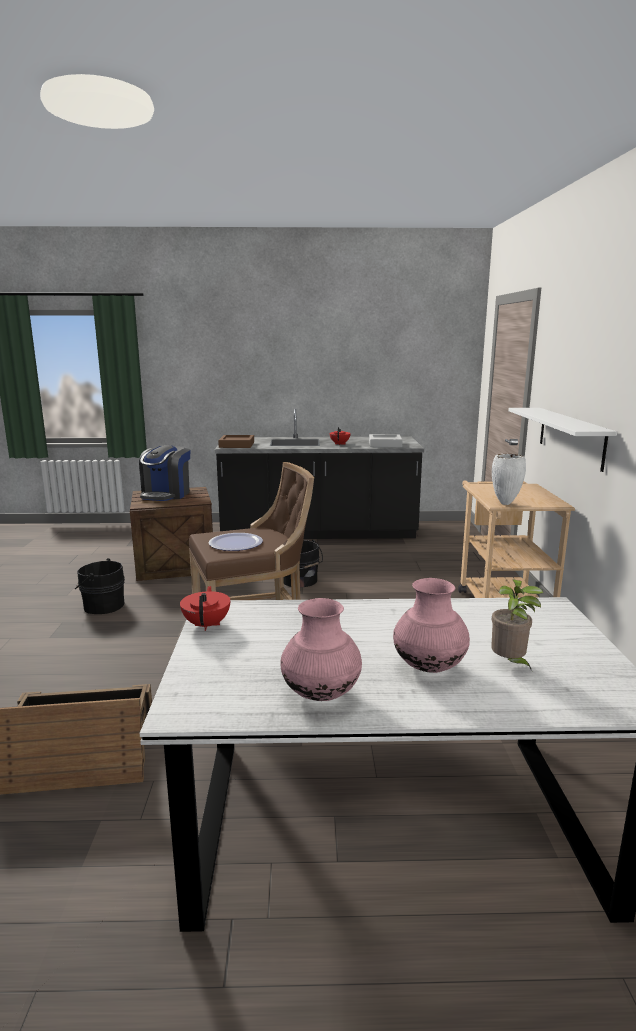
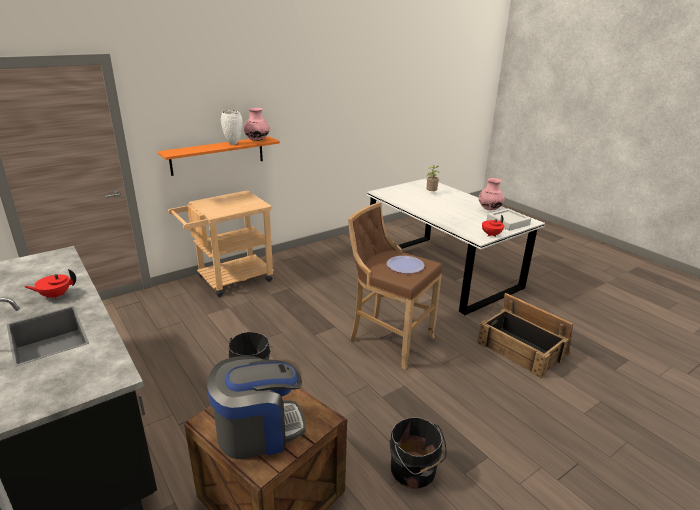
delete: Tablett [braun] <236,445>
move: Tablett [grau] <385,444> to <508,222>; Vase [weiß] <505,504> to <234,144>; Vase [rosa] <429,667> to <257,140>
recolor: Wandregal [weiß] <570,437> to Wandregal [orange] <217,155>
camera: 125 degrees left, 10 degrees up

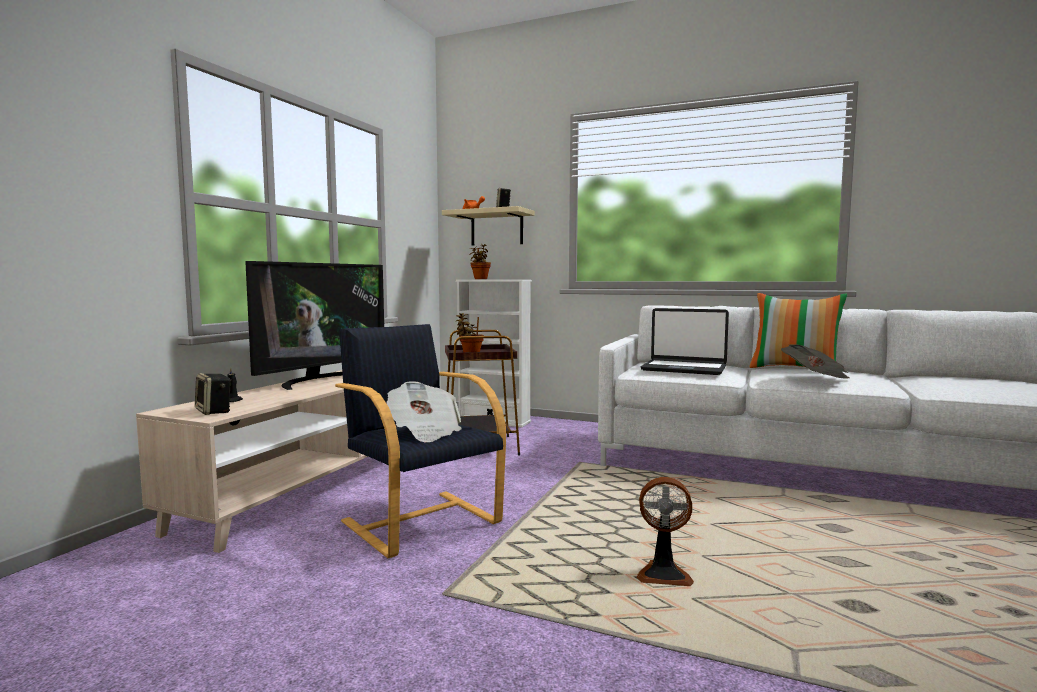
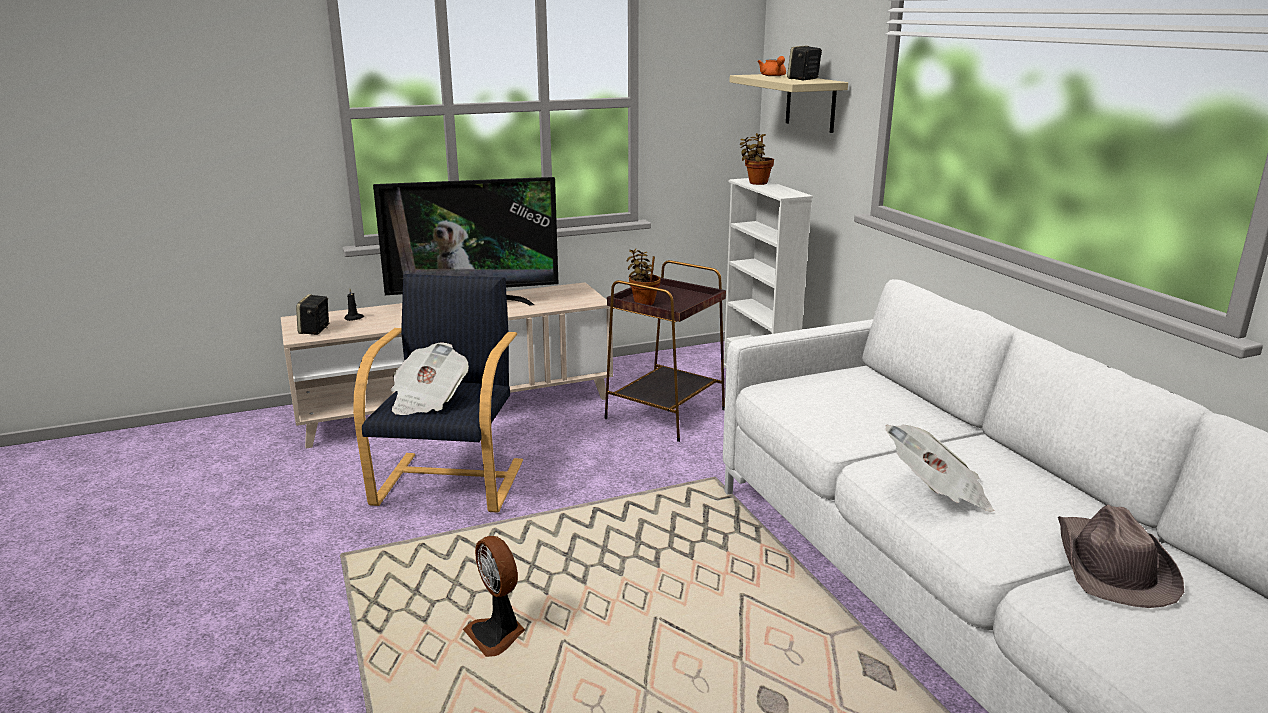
delete: Kissen <795,369>; Laptop <684,368>
insert: Hut [braun] <1111,565>
camera: 45 degrees right, 15 degrees up

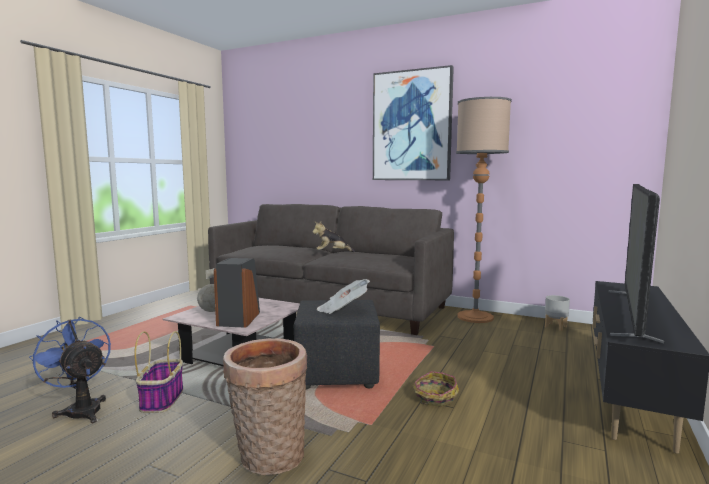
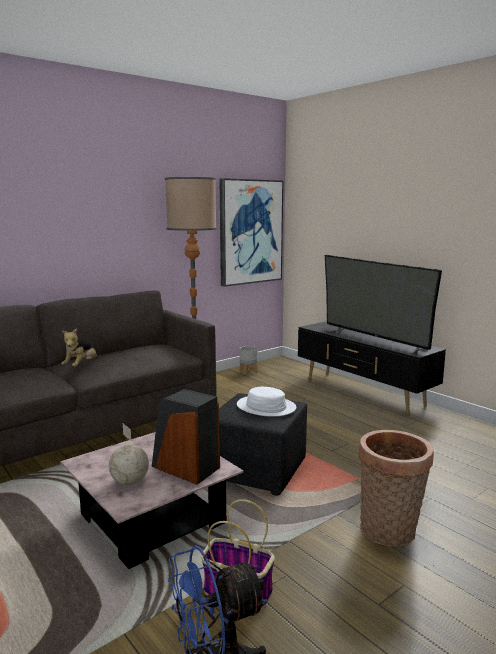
delete: Korb <435,397>
move: Bild <412,126> to <250,232>
replace: Zeitung <343,310> to Hut [weiß] <266,407>
camera: 65 degrees left, 5 degrees up

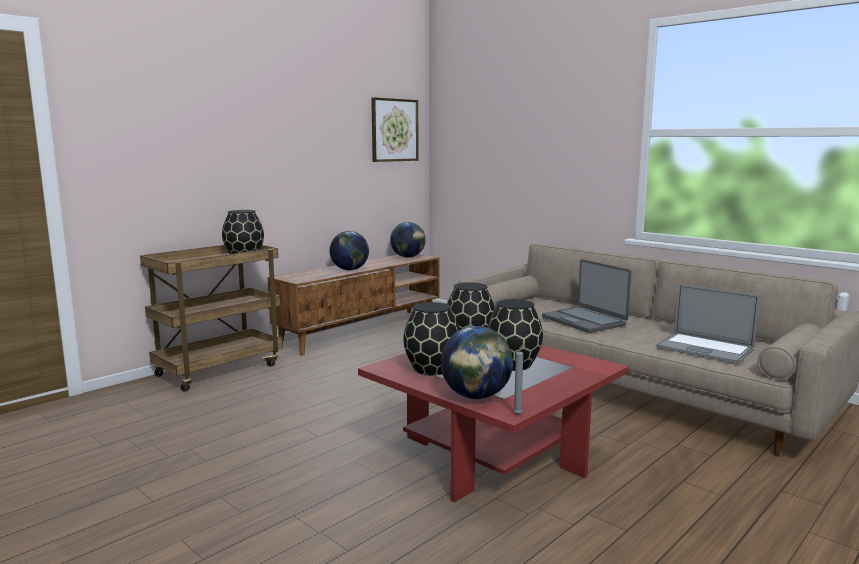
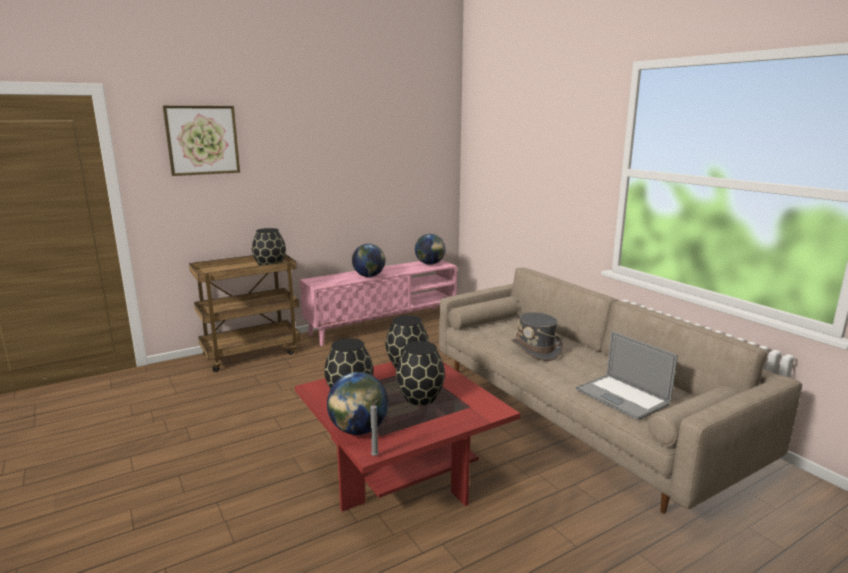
move: Bild <394,130> to <202,140>
replace: Laptop <584,321> to Hut [grau] <536,349>
recolor: Fernsehschrank [braun] <361,331> to Fernsehschrank [rosa] <383,325>
camera: 15 degrees right, 5 degrees up

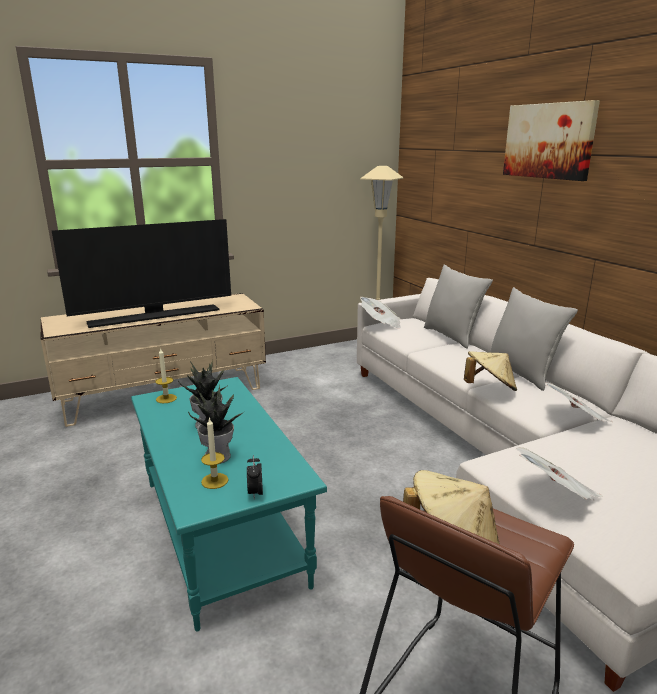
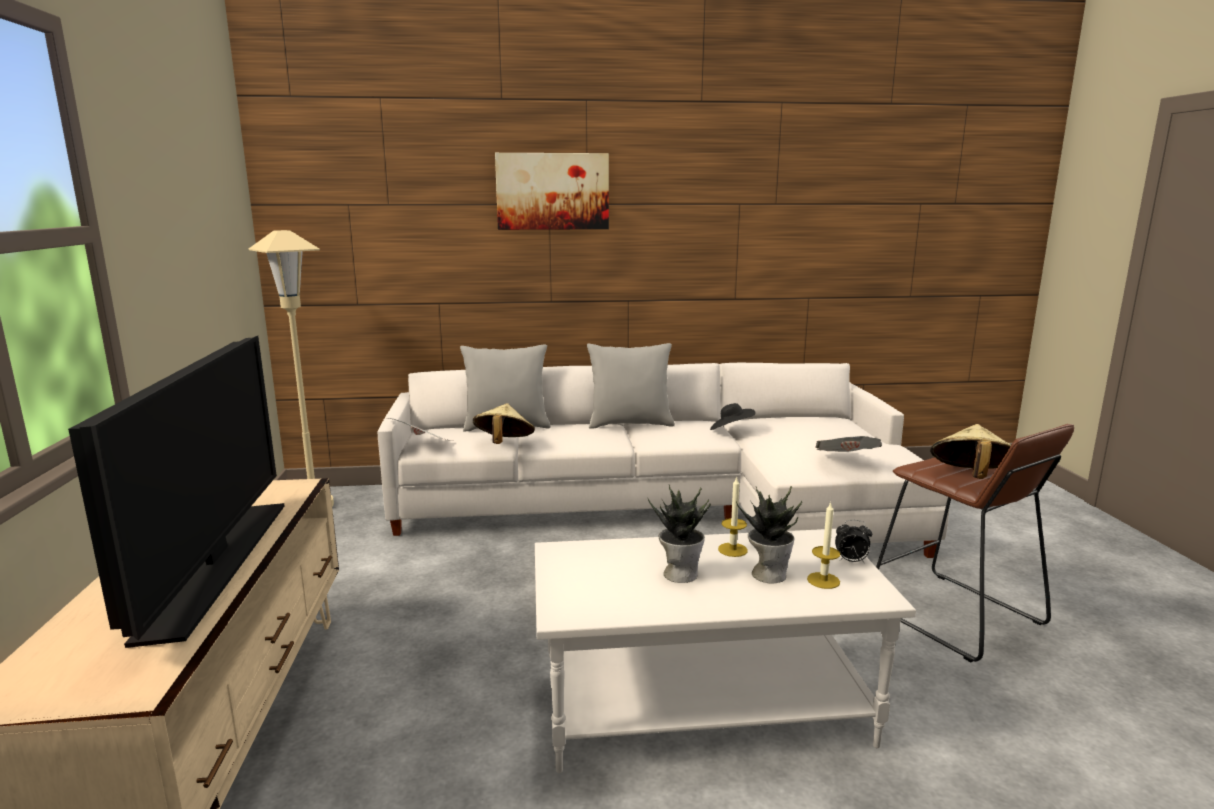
move: Kerze <166,398> to <732,550>; Hut [beige] <489,388> to <503,444>
replace: Zeitung <575,419> to Hut [schwarz] <731,430>
recolor: Couchtisch [türkis] <224,530> to Couchtisch [weiß] <704,706>
camera: 70 degrees left, 5 degrees down

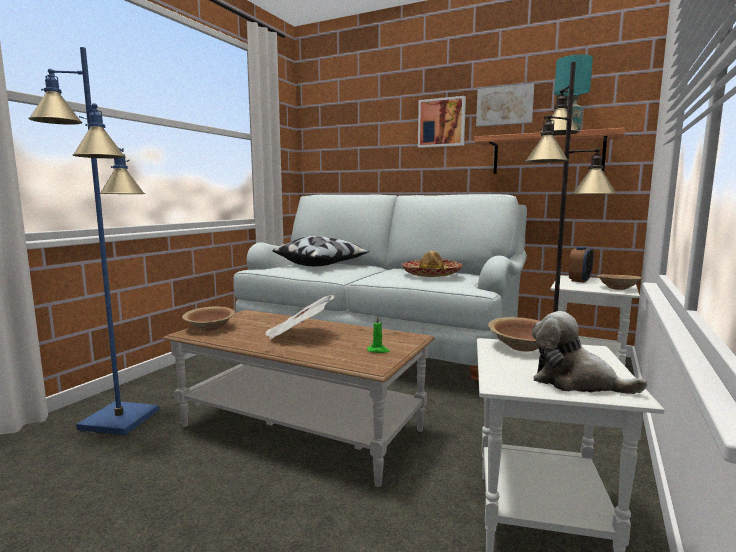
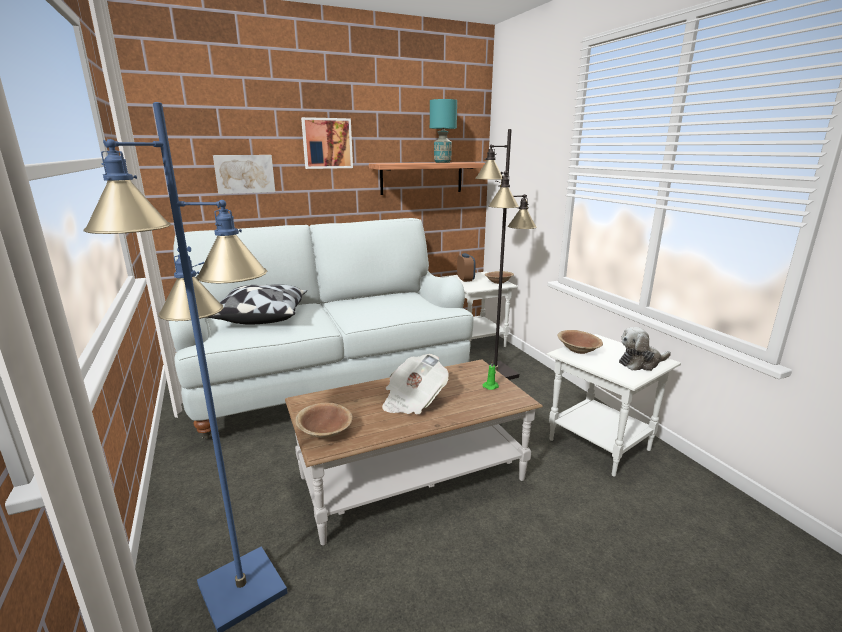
delete: Hut <431,274>
move: Bild <504,106> to <244,174>
camera: 50 degrees left, 10 degrees up

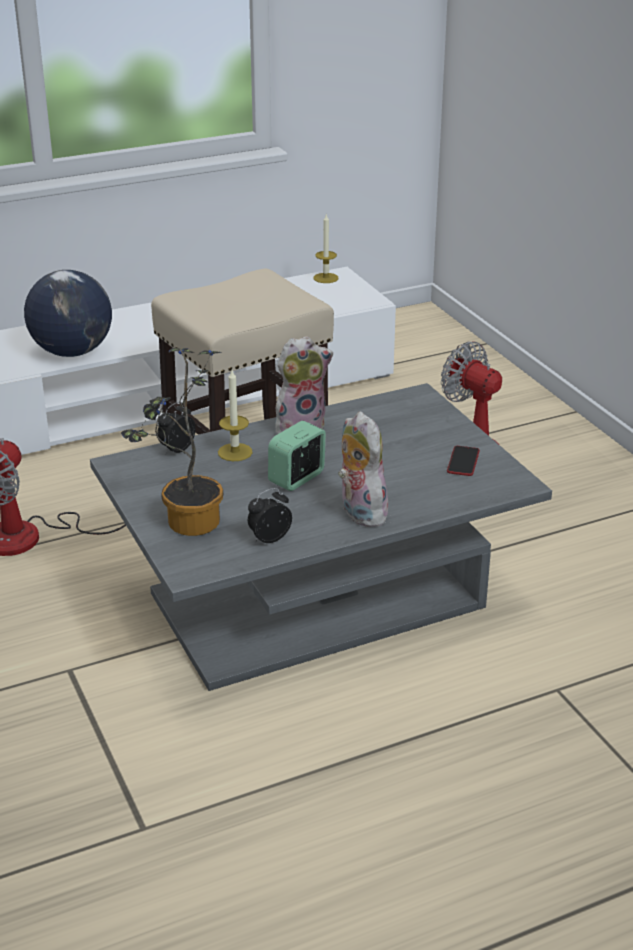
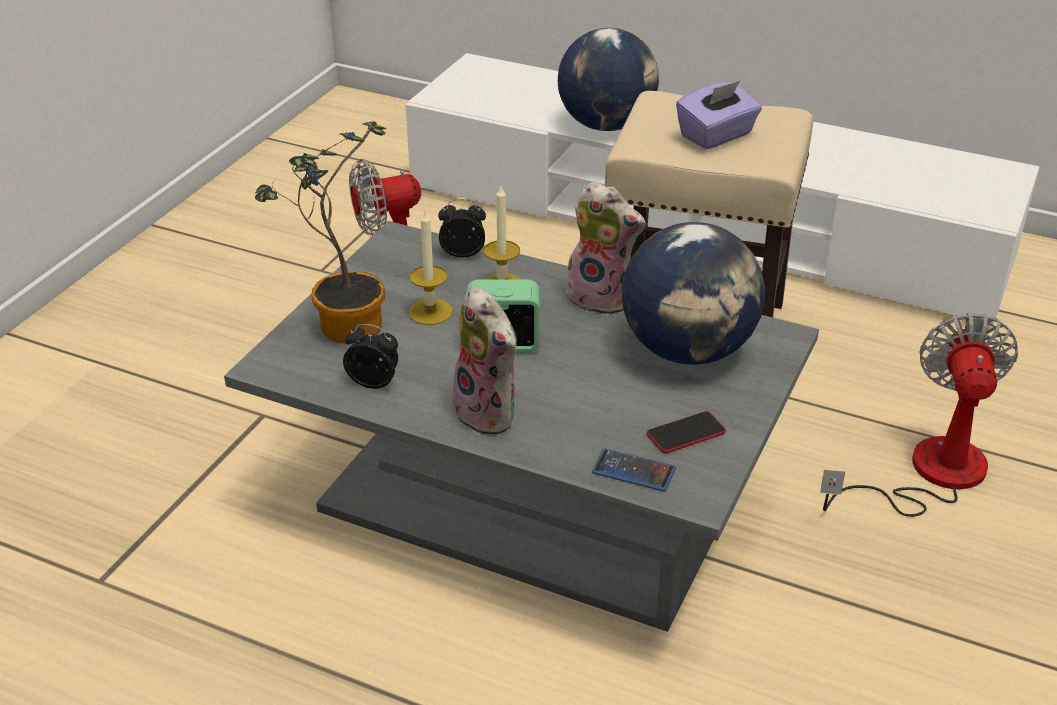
insert: Taschentuchbox [lila] <716,136>; Globus <688,350>; Handy <633,471>
move: Kerze <325,278> to <430,312>
rotate: Plüschtier <359,512> = <490,413> 120 degrees clockwise
camera: 50 degrees right, 5 degrees up

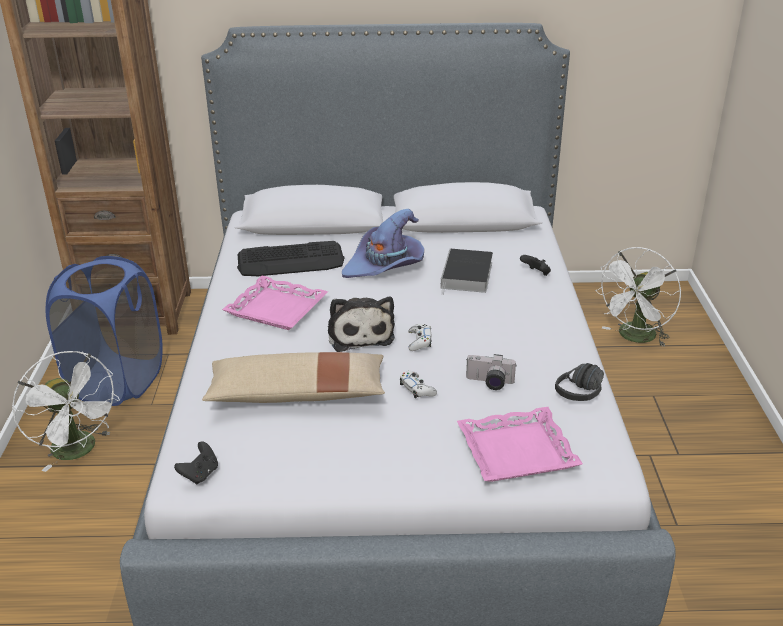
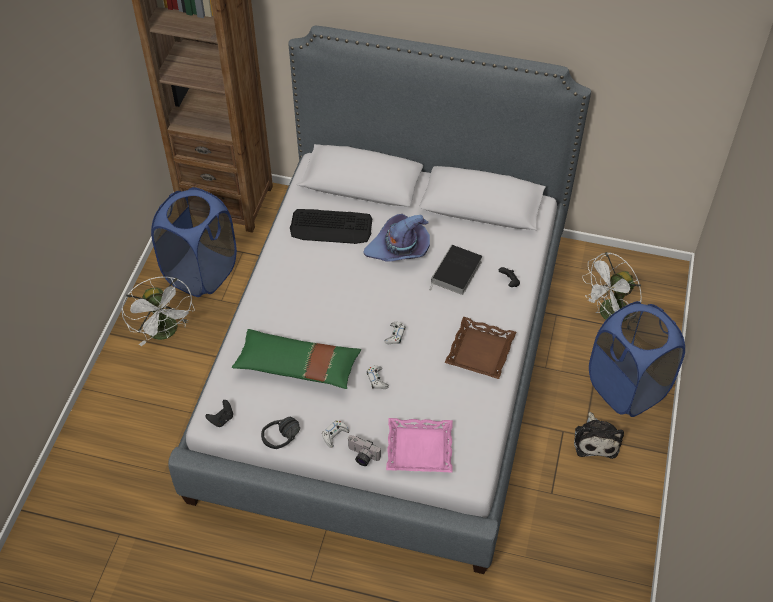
delete: Tablett [rosa] <276,309>
insert: Wäschekorb [blau] <627,387>; Tablett [braun] <480,352>; Gamepad [weiß] <334,435>
move: Plüschtier <360,333> to <596,440>; Kamera <489,383> to <361,456>; Kopfhörer [schwarz] <588,396> to <284,441>
recolor: Kissen [beige] <297,394> to Kissen [grün] <297,366>
camera: 15 degrees right, 20 degrees up

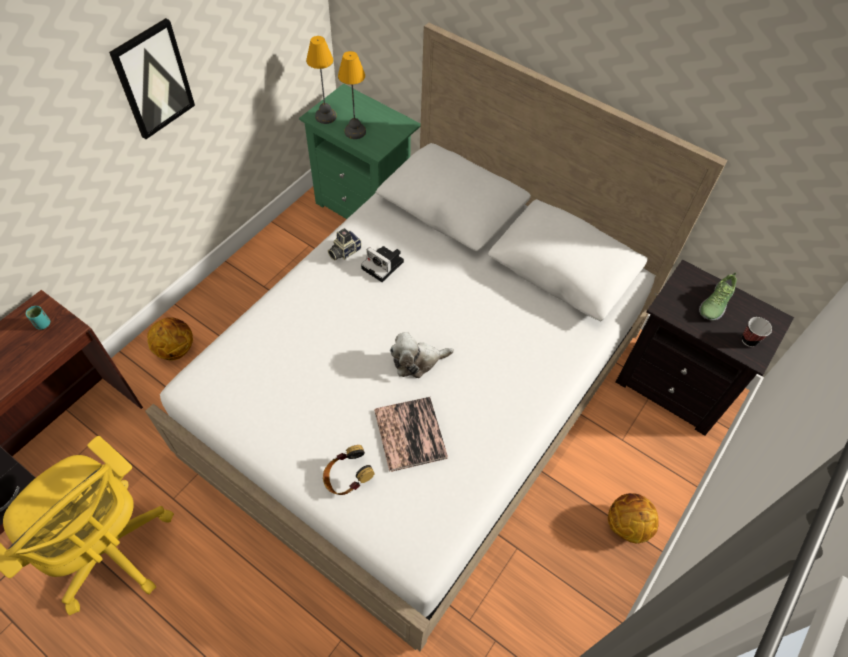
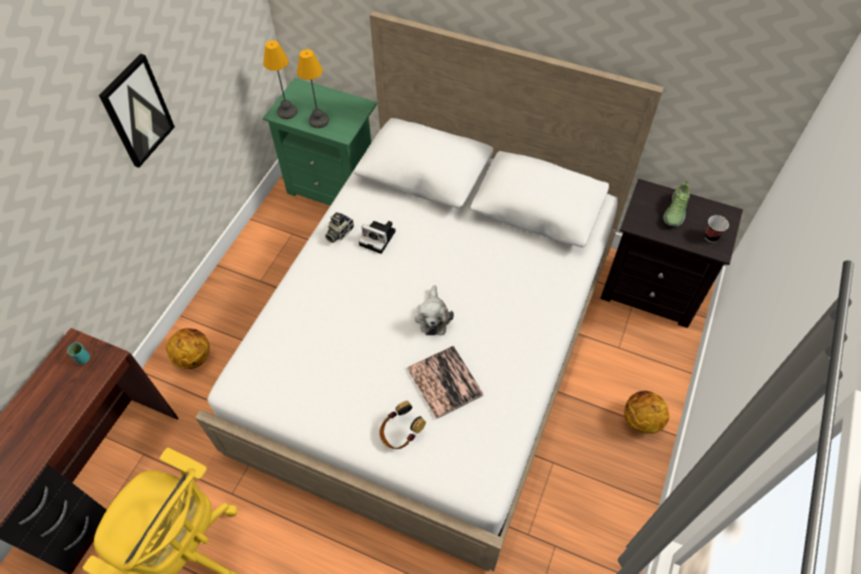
rotate: Plüschtier <417,361> = <433,317> 60 degrees counterclockwise
camera: 10 degrees left, 0 degrees up

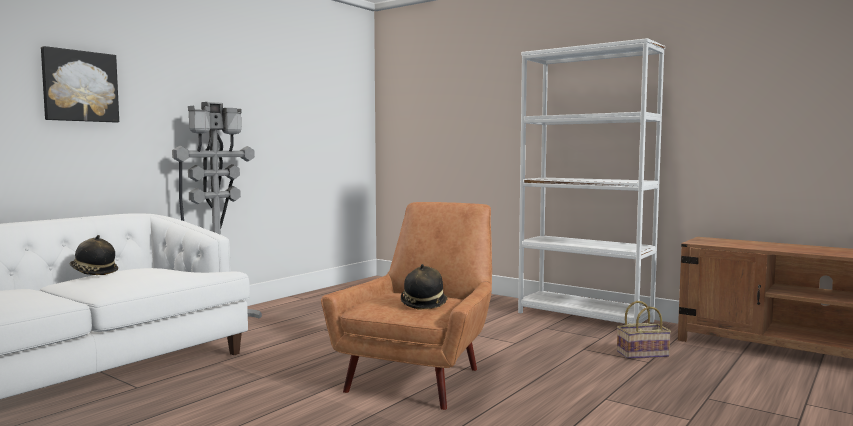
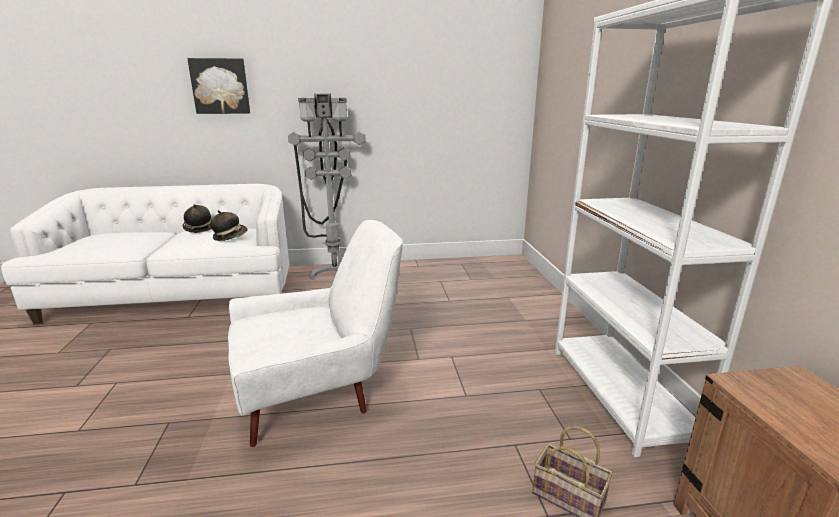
move: Hut <423,304> to <230,237>
recolor: Sessel [braun] <422,375> to Sessel [weiß] <318,394>
camera: 45 degrees right, 15 degrees up

